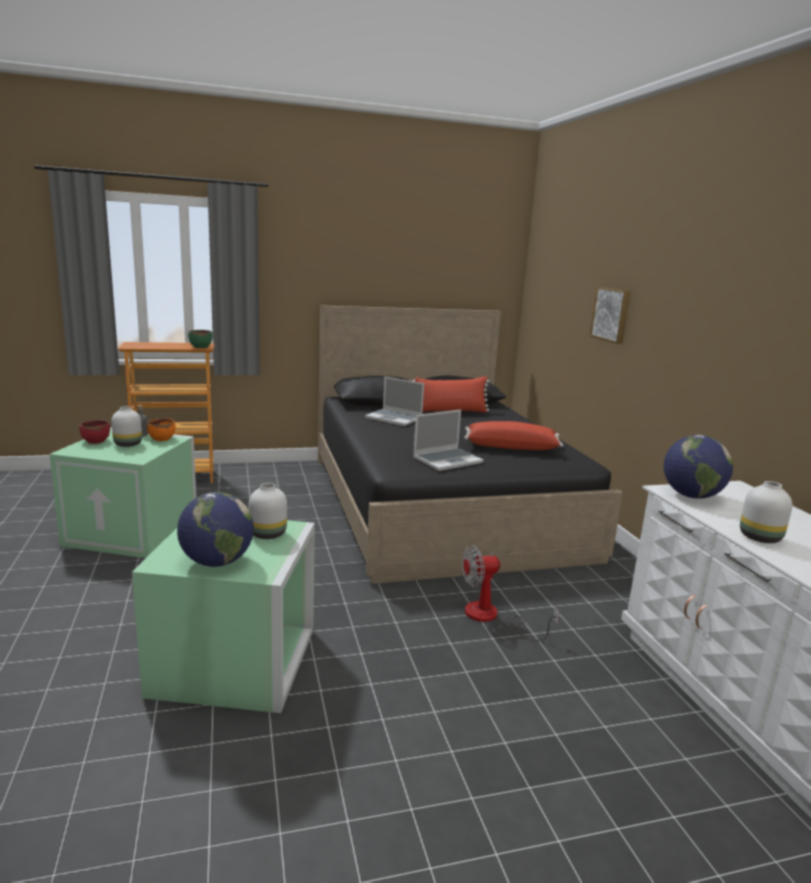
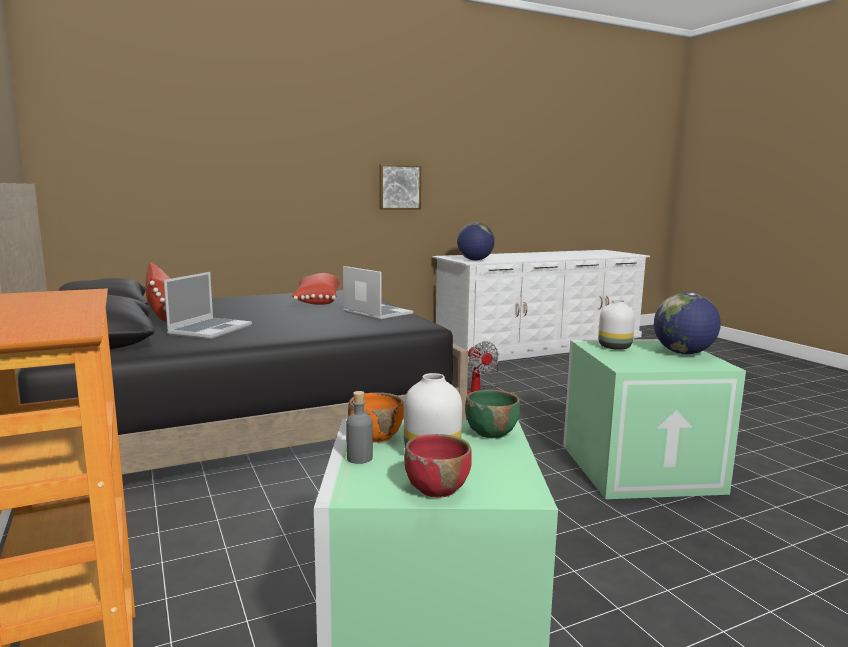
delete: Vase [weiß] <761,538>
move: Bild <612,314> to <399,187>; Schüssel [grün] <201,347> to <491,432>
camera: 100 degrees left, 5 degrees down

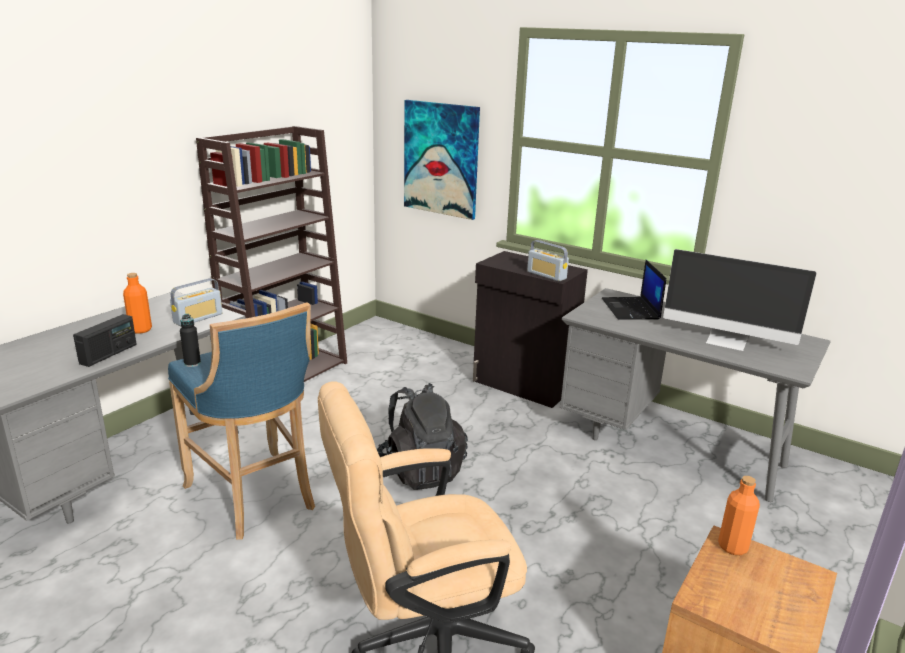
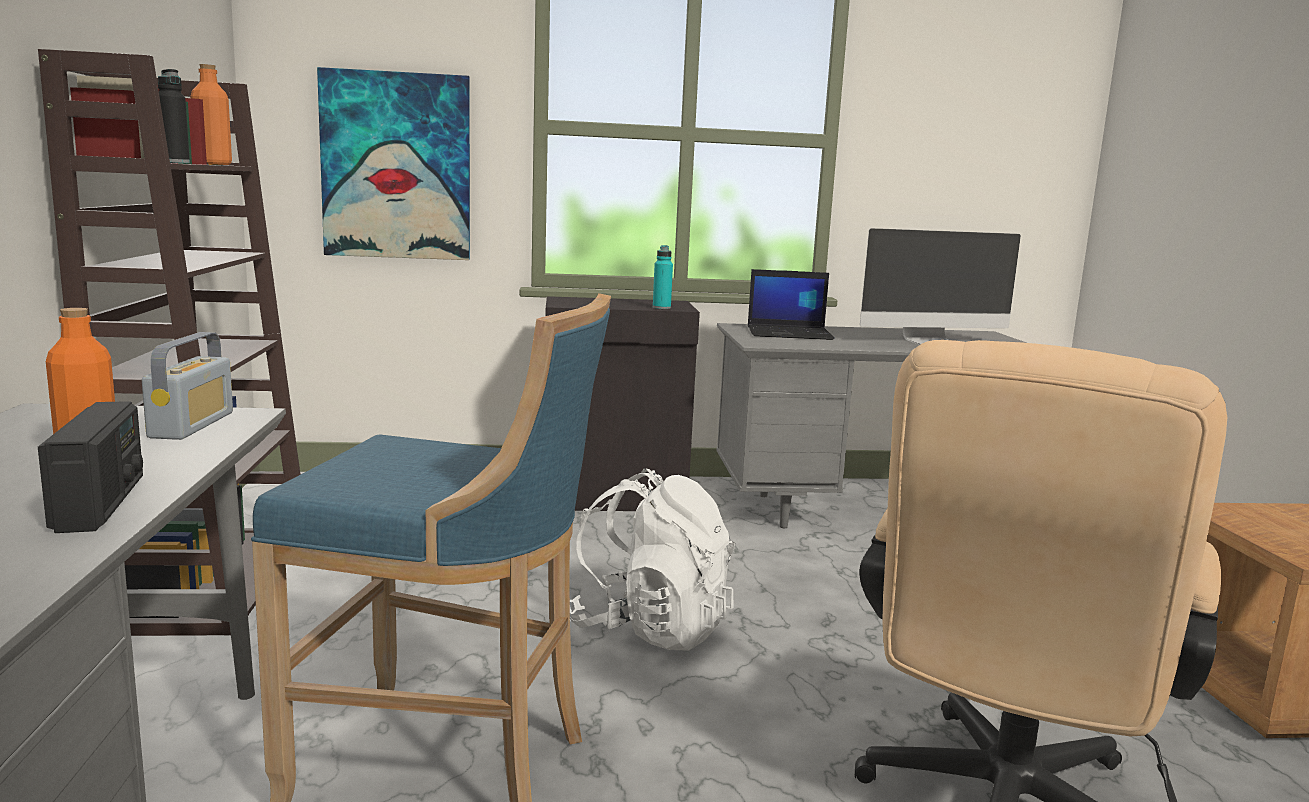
move: Flasche [schwarz] <192,363> to <175,162>; Flasche [orange] <732,547> to <213,164>
replace: Radio <546,275> to Flasche [türkis] <661,308>
recolor: Rucksack [schwarz] <421,470> to Rucksack [weiß] <650,629>
rotate: Laptop <631,309> = <790,333> 45 degrees counterclockwise
camera: 40 degrees left, 10 degrees down

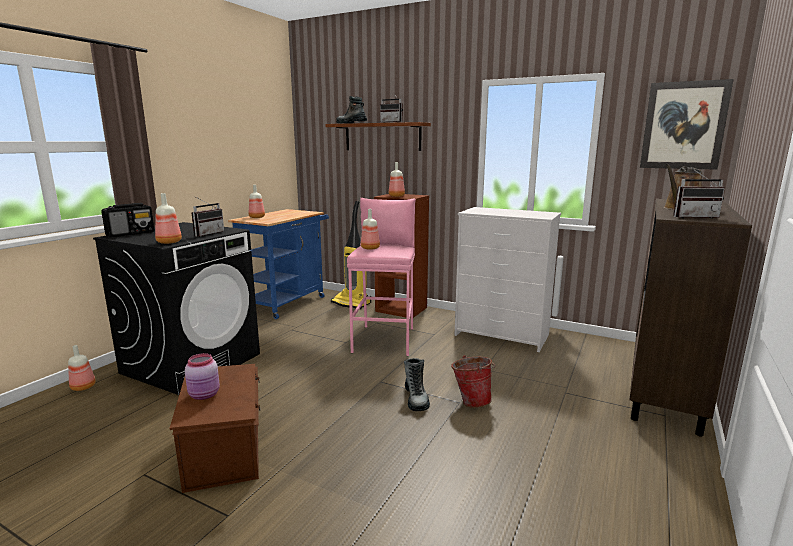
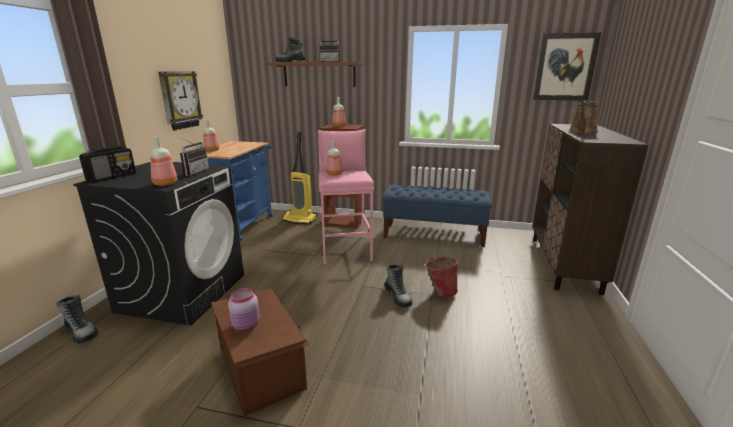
delete: Radio <693,217>
insert: Wanduhr <180,100>
replace: Kommode [weiß] <502,335> to Bank [blau] <434,235>; Flasche <84,387> to Stiefel <81,331>
camera: 15 degrees left, 5 degrees up

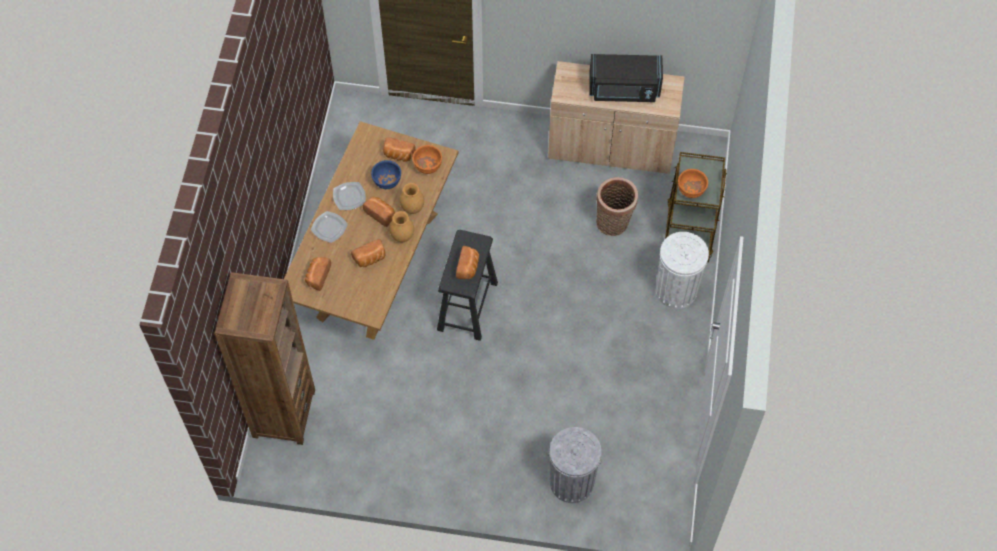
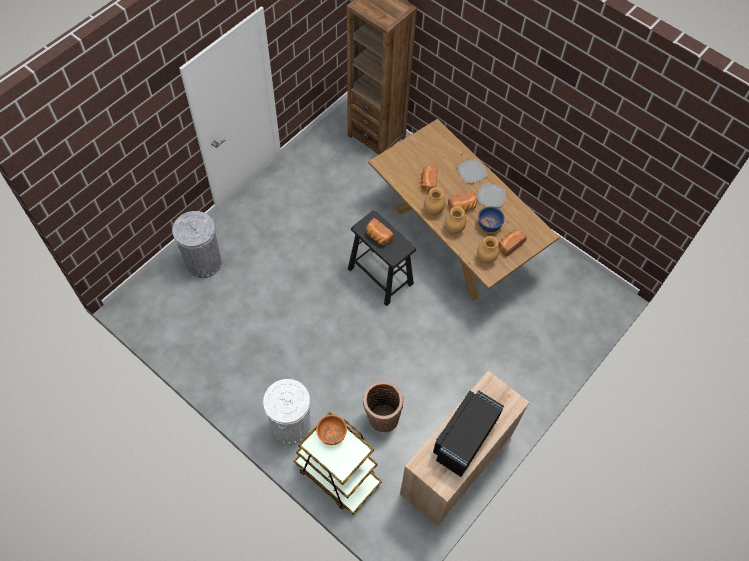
delete: Brot <317,276>
replace: Schüssel [orange] <428,166> to Vase [braun] <486,259>
camera: 120 degrees right, 0 degrees up

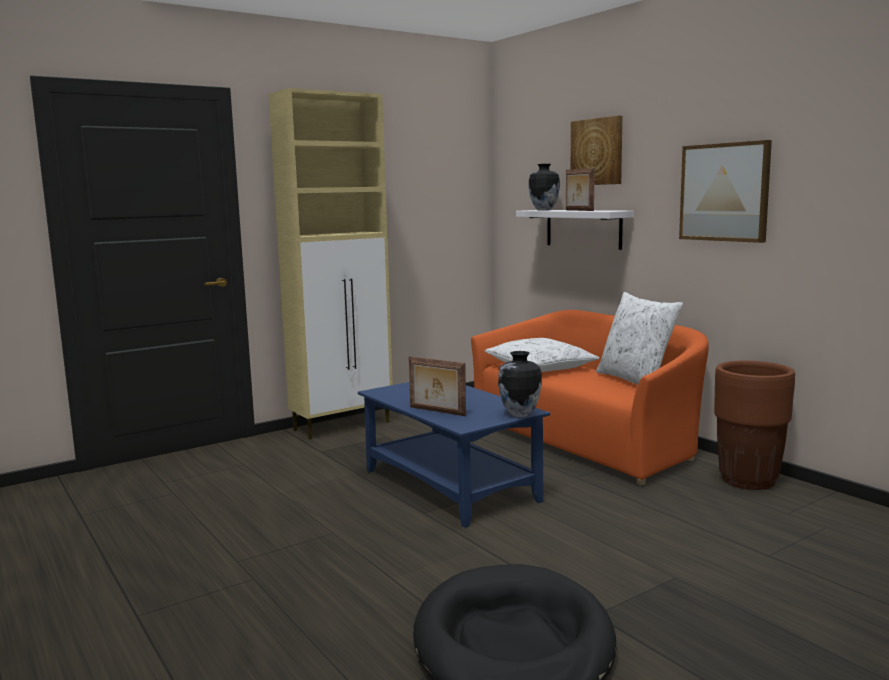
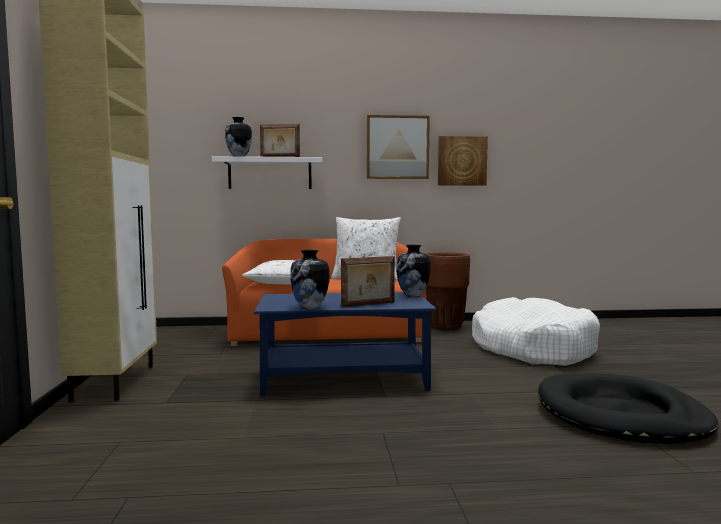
insert: Vase <310,307>; Hundebett [weiß] <532,348>
move: Bild <597,152> to <462,161>
camera: 60 degrees left, 5 degrees down

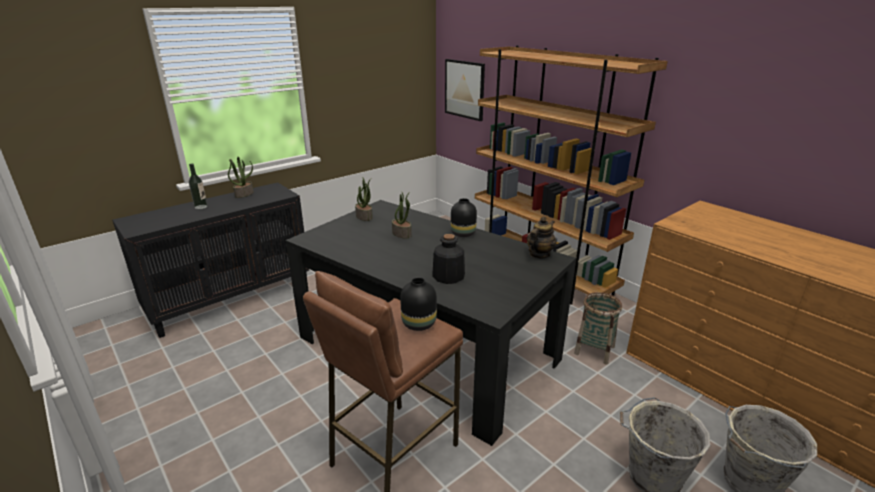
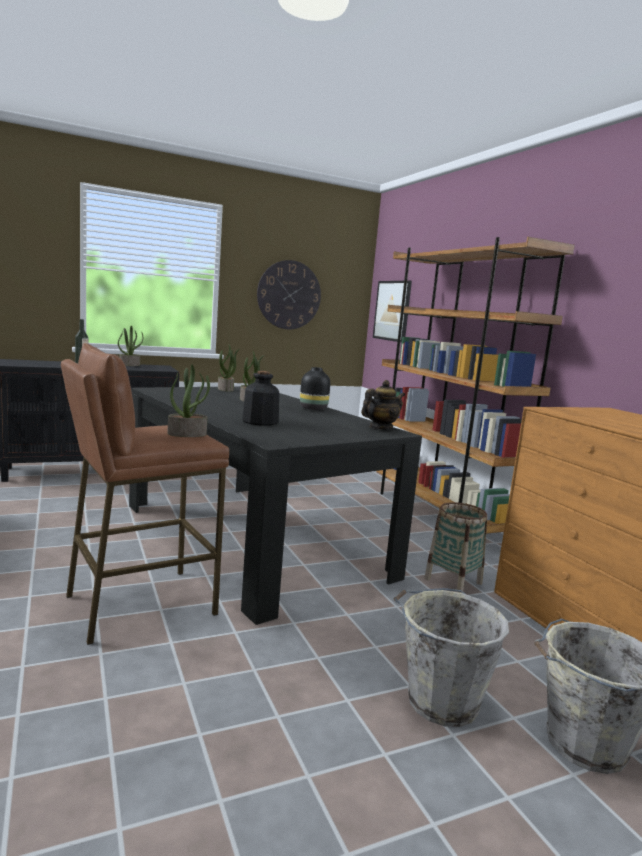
insert: Wanduhr <289,295>
replace: Vase [schwarz] <419,323> to Topfpflanze <187,434>
camera: 15 degrees right, 15 degrees down

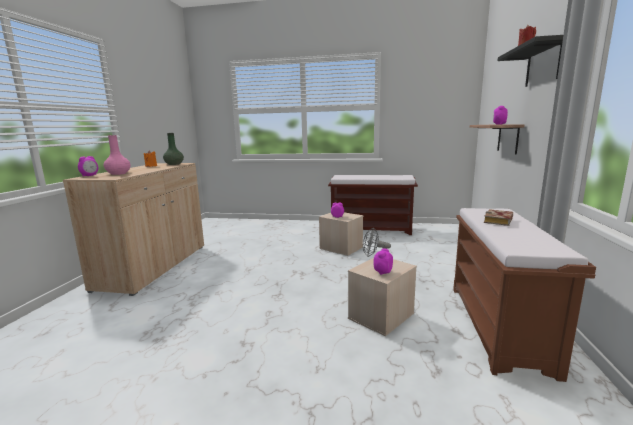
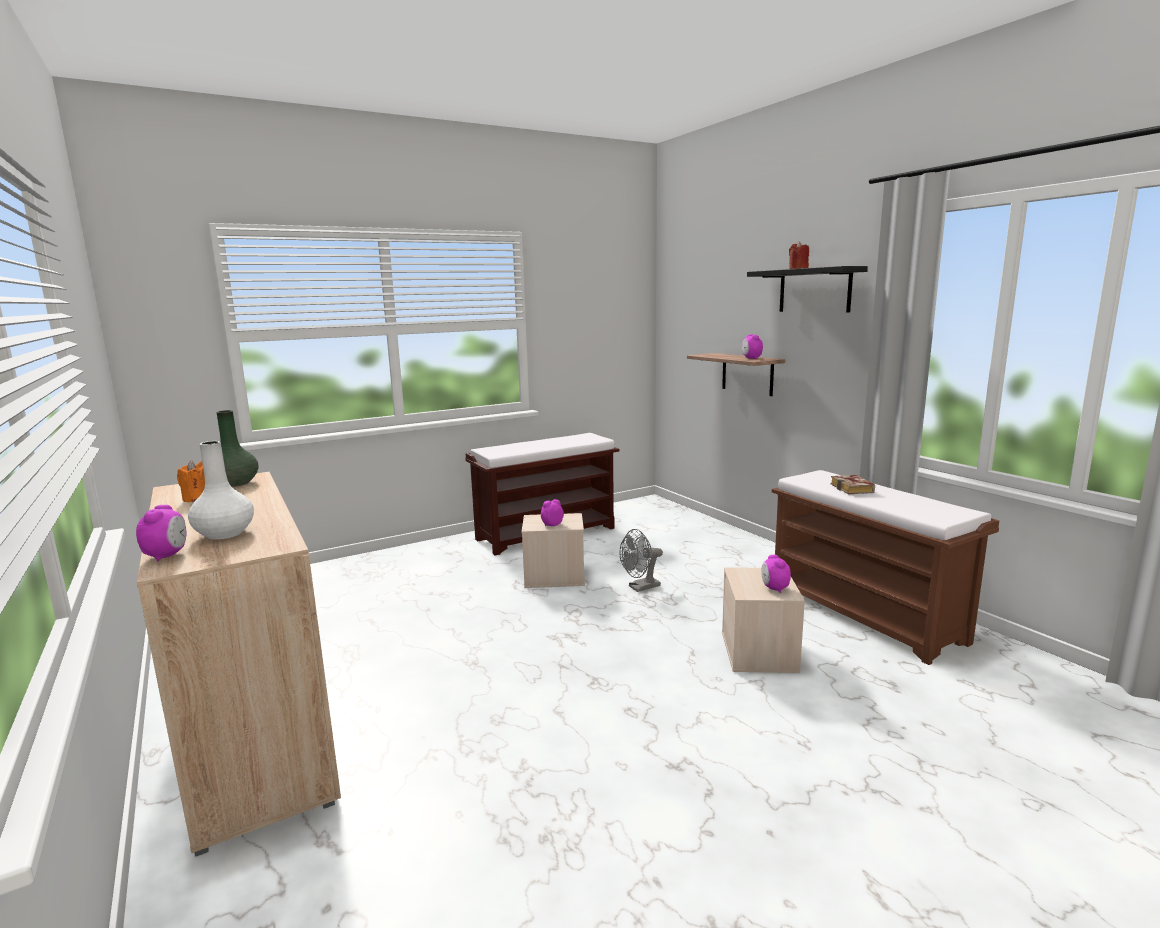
recolor: Vase [rosa] <118,173> to Vase [weiß] <224,534>
camera: 40 degrees left, 0 degrees up

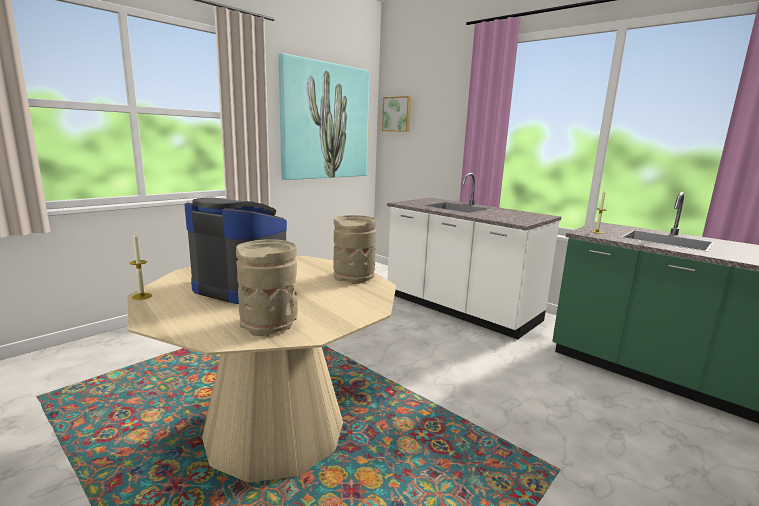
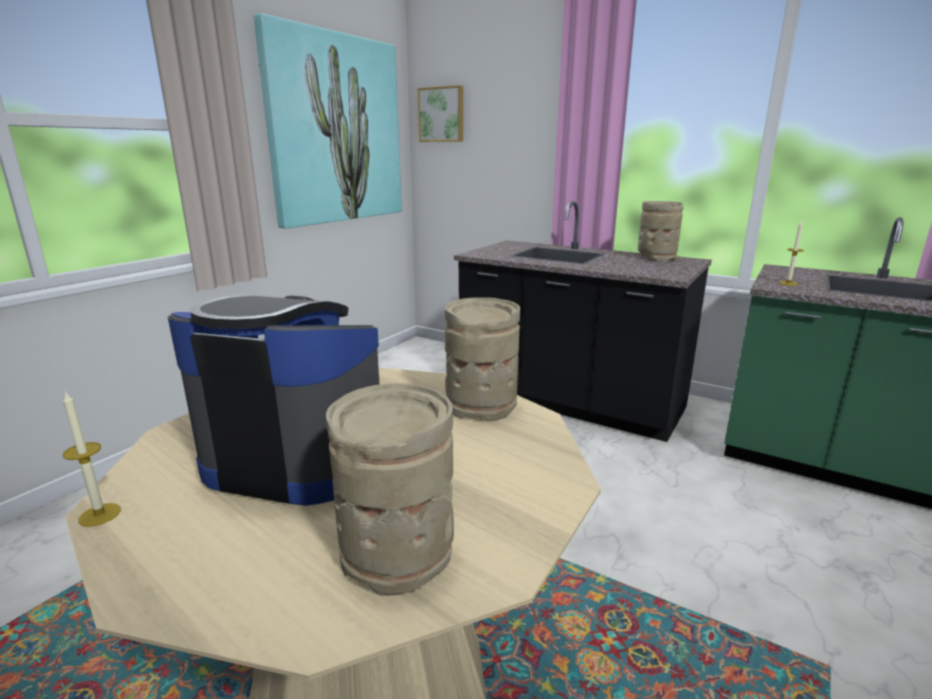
insert: Vase [beige] <656,258>
recolor: Küchenzeile [weiß] <460,309> to Küchenzeile [schwarz] <569,401>
camera: 10 degrees left, 5 degrees up

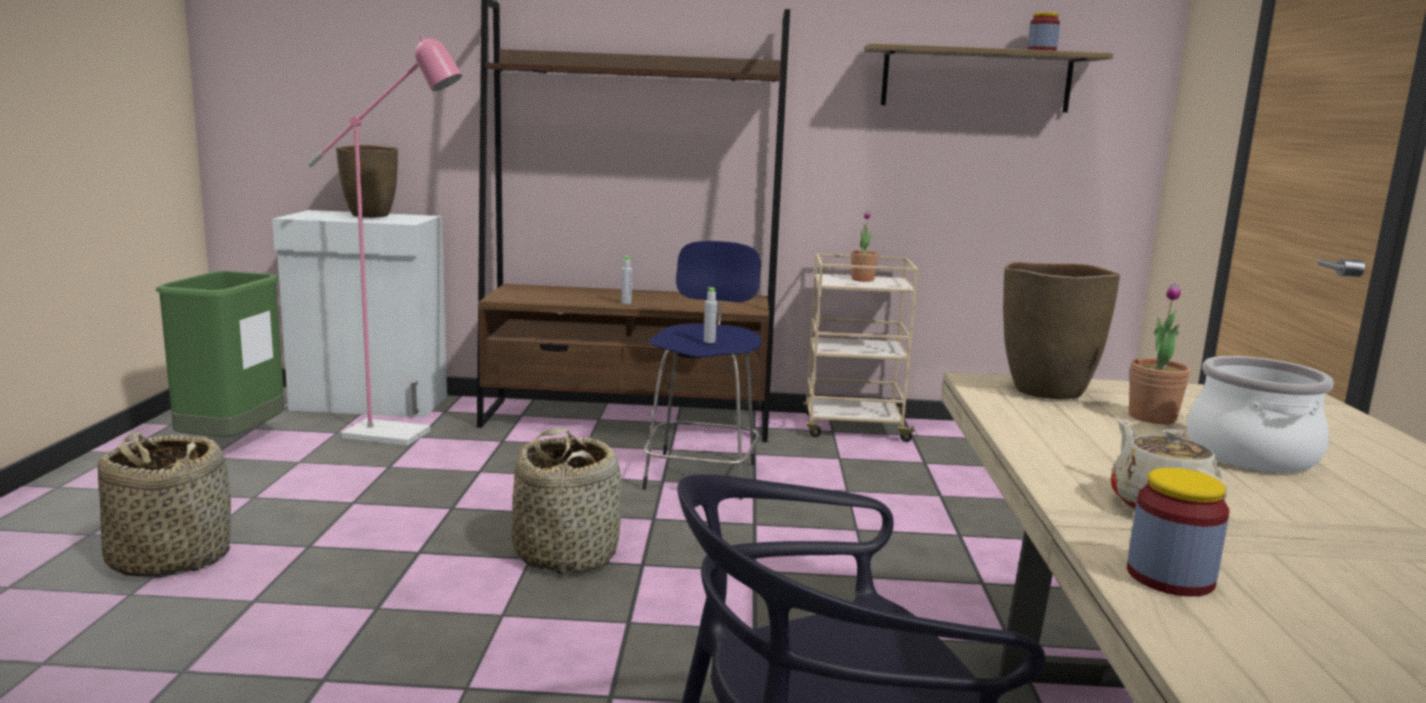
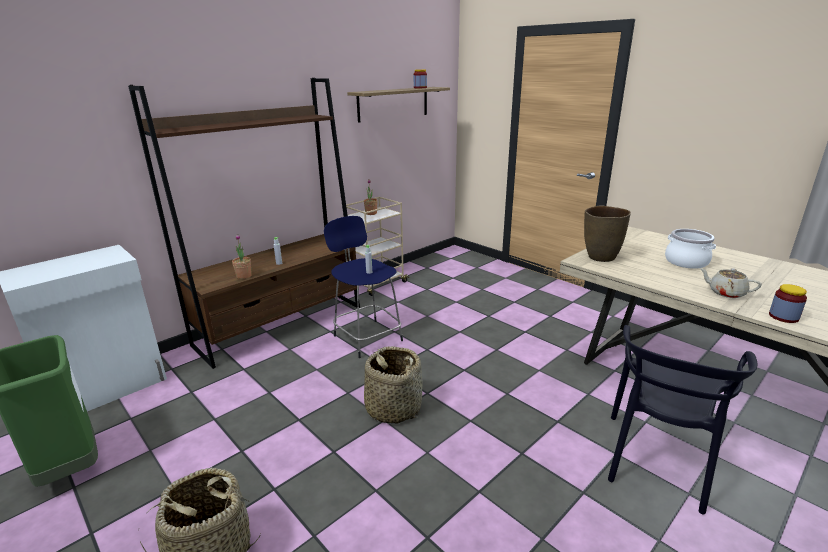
delete: Stehlampe [rosa] <400,436>; Vase [braun] <370,215>
move: Topfpflanze <1152,417> to <244,276>
camera: 45 degrees left, 10 degrees up

